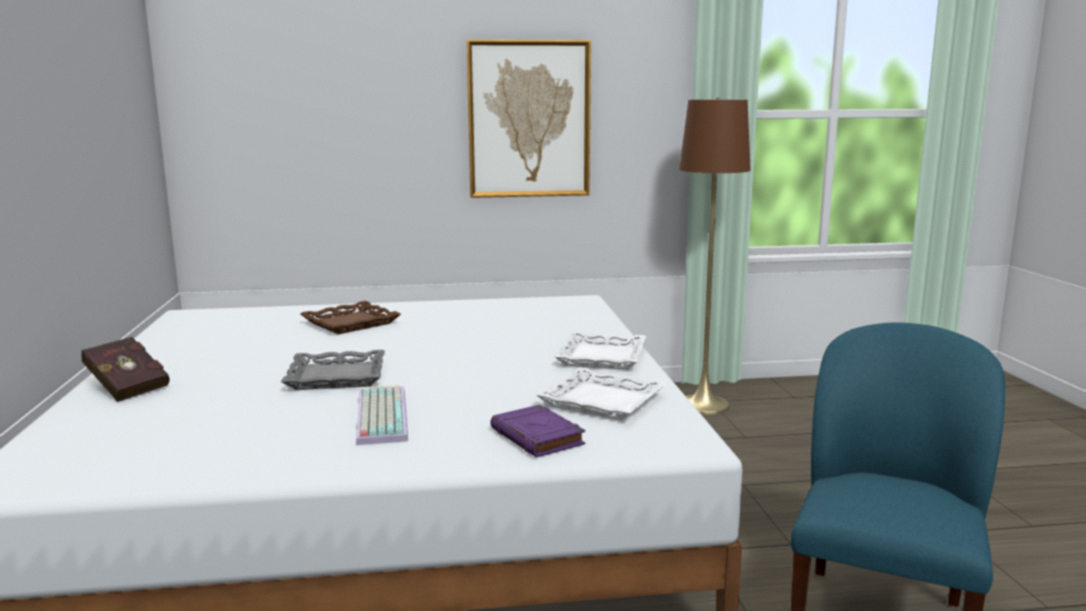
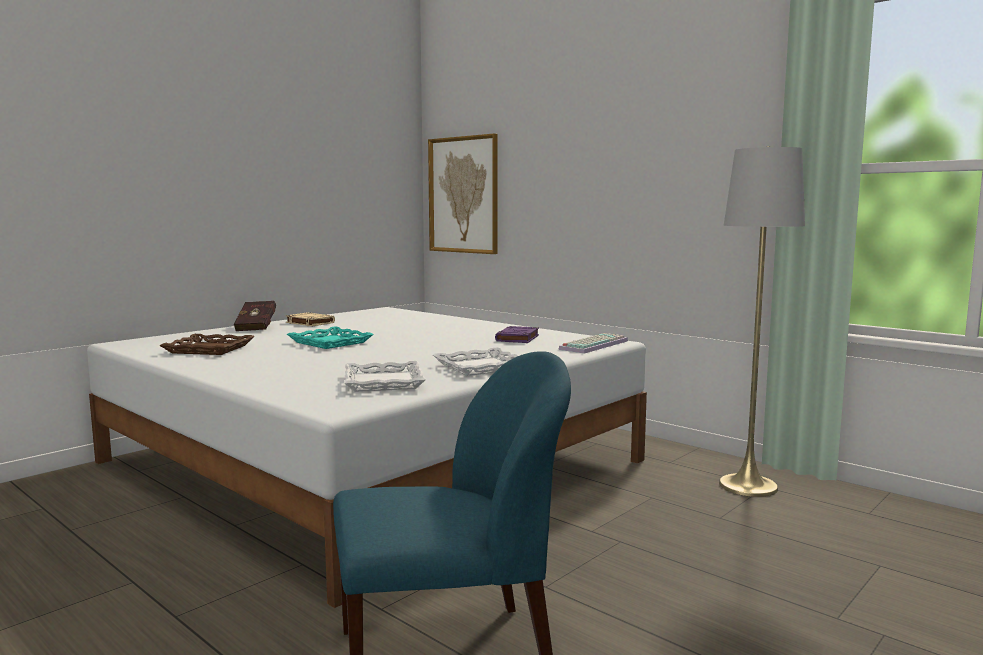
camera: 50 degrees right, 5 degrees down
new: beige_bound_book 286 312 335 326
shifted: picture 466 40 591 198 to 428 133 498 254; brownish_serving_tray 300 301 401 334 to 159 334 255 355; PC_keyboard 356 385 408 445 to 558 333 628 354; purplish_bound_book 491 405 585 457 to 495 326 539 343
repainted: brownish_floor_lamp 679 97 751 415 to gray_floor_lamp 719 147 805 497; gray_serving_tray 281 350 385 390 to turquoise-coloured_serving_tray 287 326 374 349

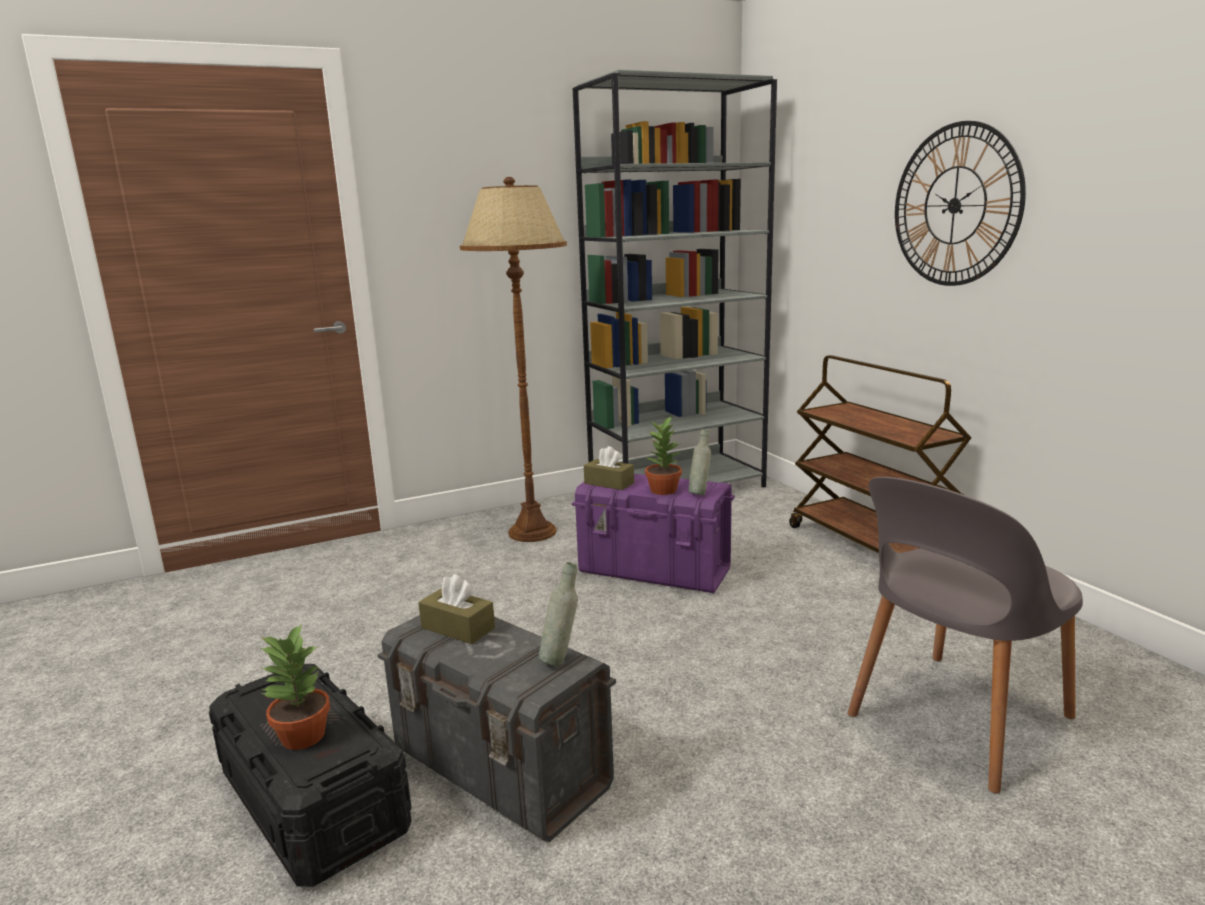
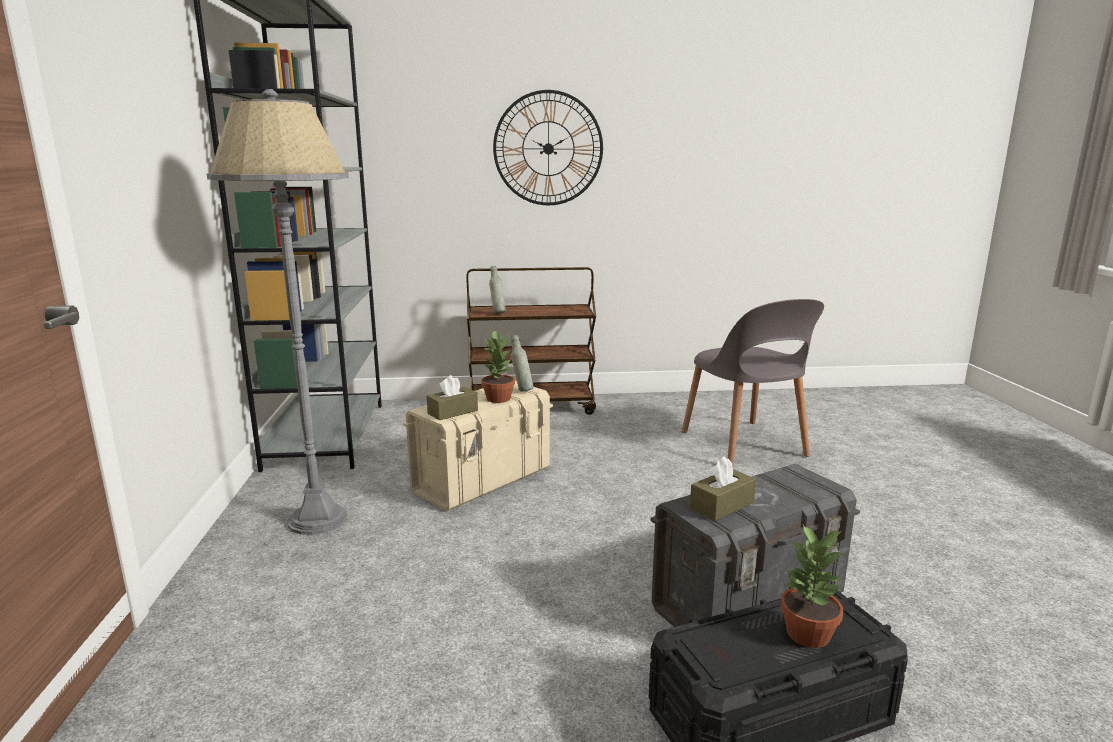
camera: 70 degrees left, 0 degrees up
shifted: gray_beverage_bottle 538 562 578 666 to 489 266 506 313
repainted: brownish_floor_lamp 460 177 567 542 to gray_floor_lamp 207 89 349 535; purplish_storage_container 572 474 735 593 to beige_storage_container 403 381 553 512

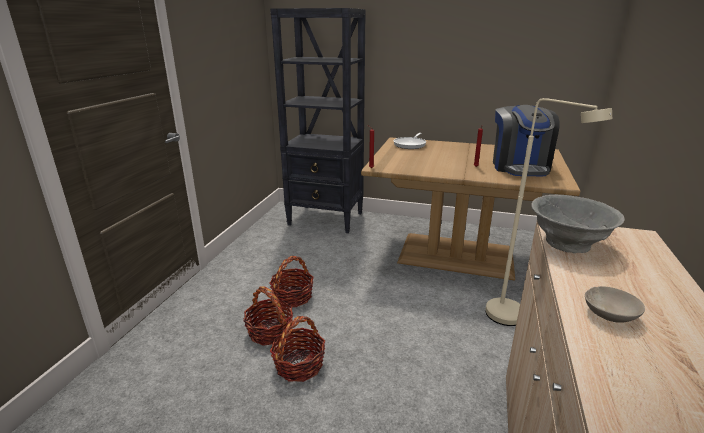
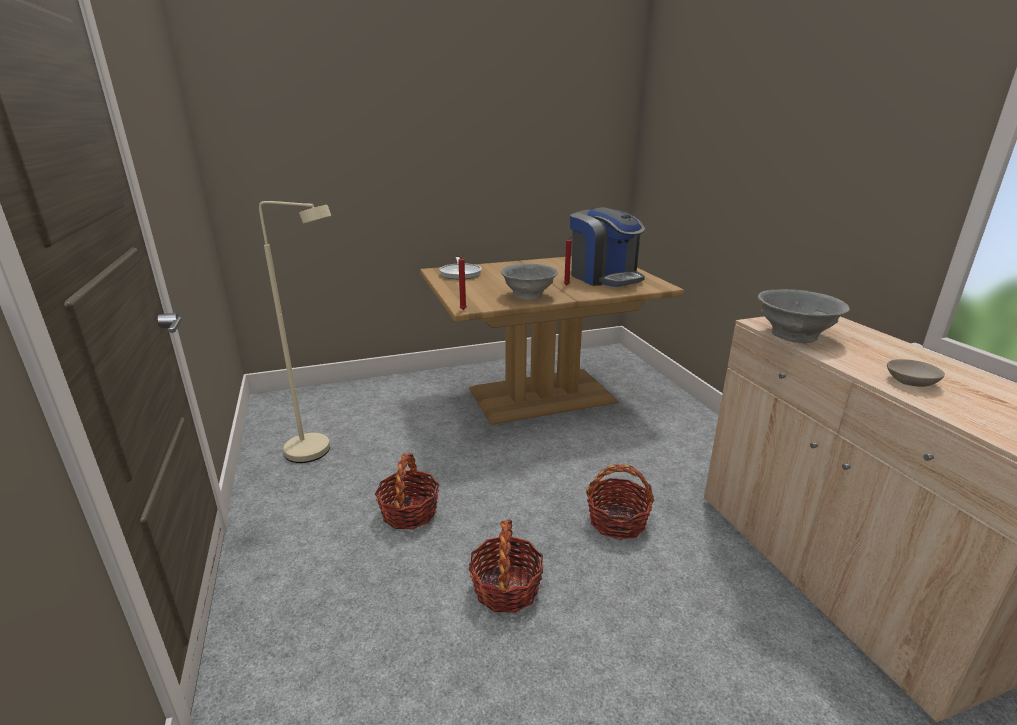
camera: 35 degrees left, 0 degrees up
gone: black_bookshelf 270 8 366 233
new: gray_serving_bowl 501 264 558 300
shifted: beige_floor_lamp 485 98 612 326 to 259 201 331 463; storage_basket 244 286 293 346 to 586 464 654 540

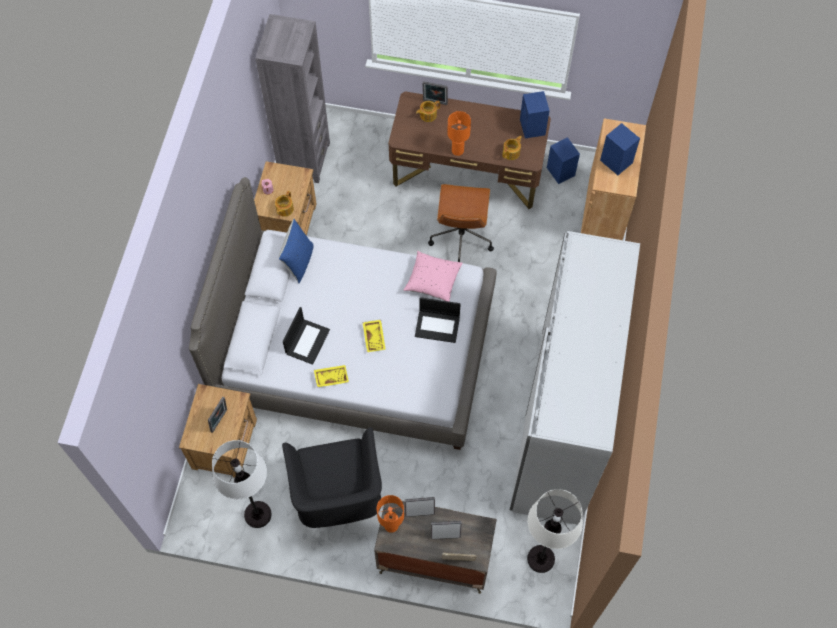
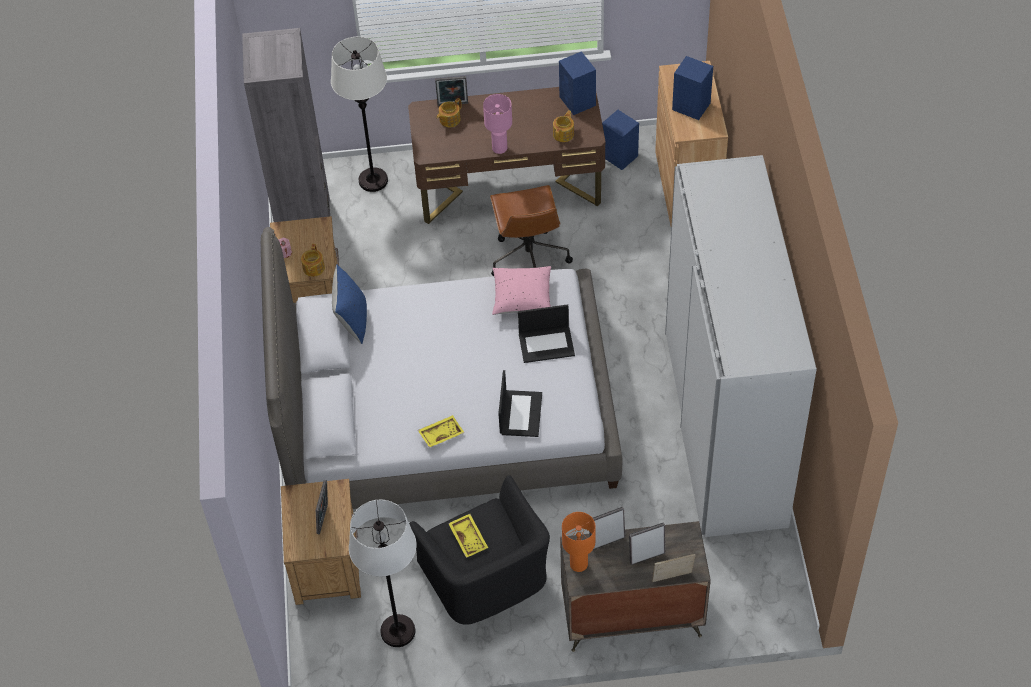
camera: 15 degrees left, 10 degrees down
shifted: notebook_computer 283 307 330 365 to 498 370 542 437; yellow-coloured_serving_tray 363 320 386 352 to 448 514 488 558; whitish_floor_lamp 527 489 583 573 to 331 37 388 192
repainted: orangey_lamp_for_a_table 447 111 471 156 to pinkish_lamp_for_a_table 483 94 512 154

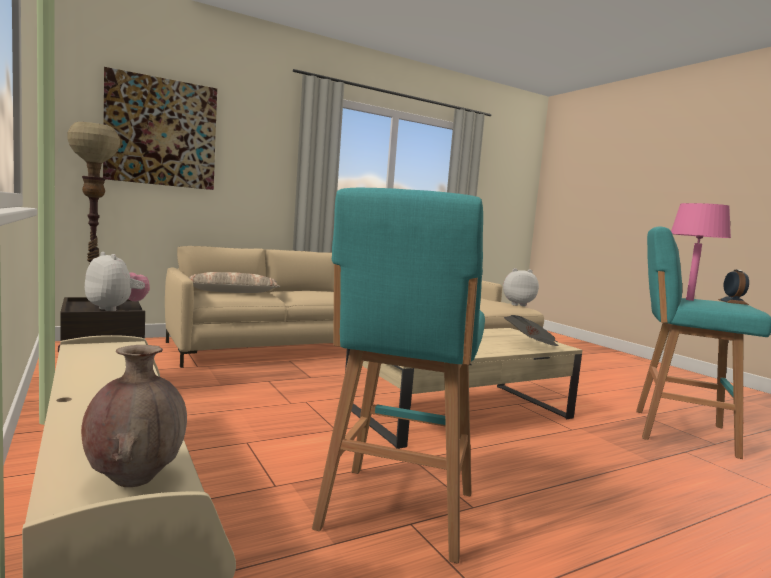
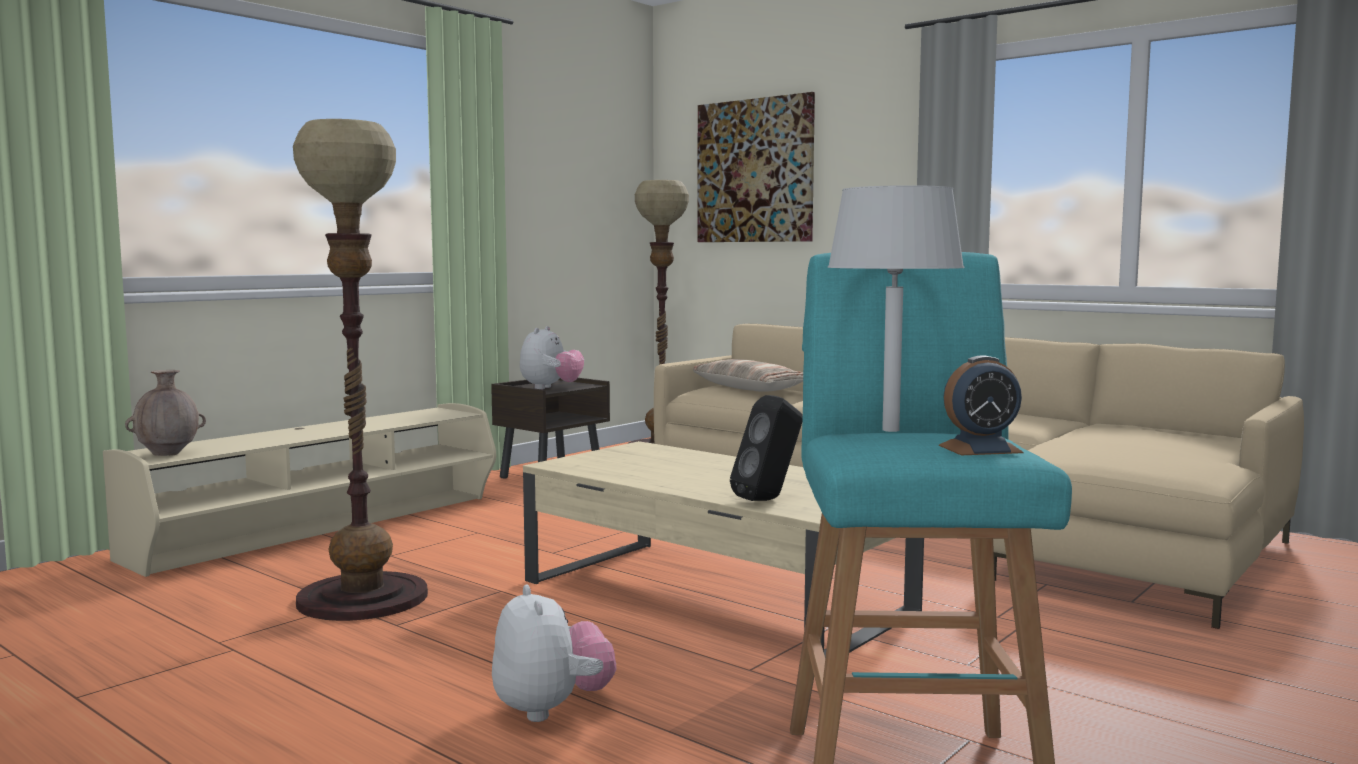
camera: 70 degrees right, 0 degrees up
shifted: plush_toy 503 268 539 306 to 492 585 617 722
swapped: turquoise-coloured_stool 312 188 485 564 to floor_lamp 293 119 428 621; printed_paper 504 315 559 346 to black_speaker 730 395 803 501
repainted: pinkish_lamp_for_a_table 671 203 731 301 to gray_lamp_for_a_table 828 185 964 432

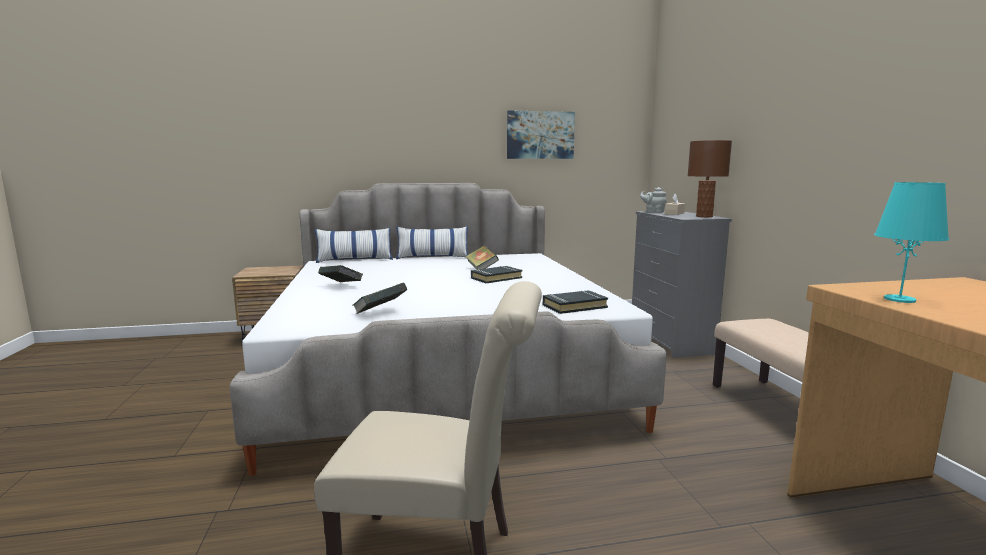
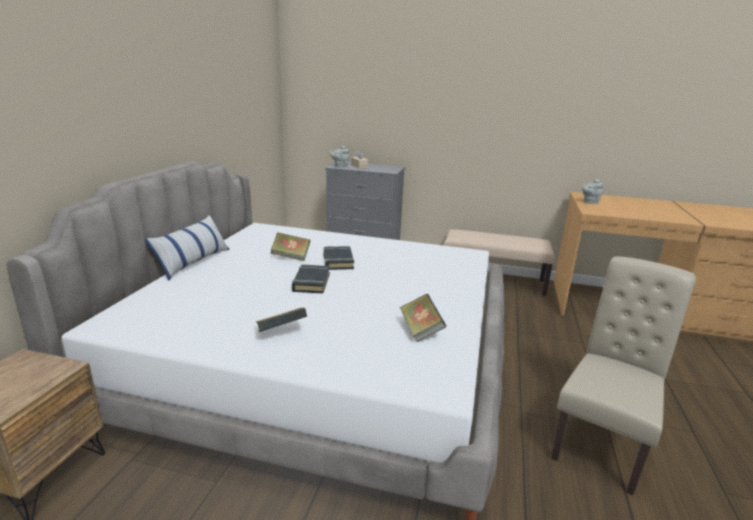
camera: 65 degrees left, 10 degrees up
gone: picture 507 110 575 159; brownish_lamp_for_a_table 688 140 732 217; turquoise-coloured_lamp_for_a_table 874 182 949 303; cushion 315 228 393 263
new: gray_pot_for_tea 582 179 604 204
shifted: black_bound_book 543 290 608 314 to 292 265 330 293

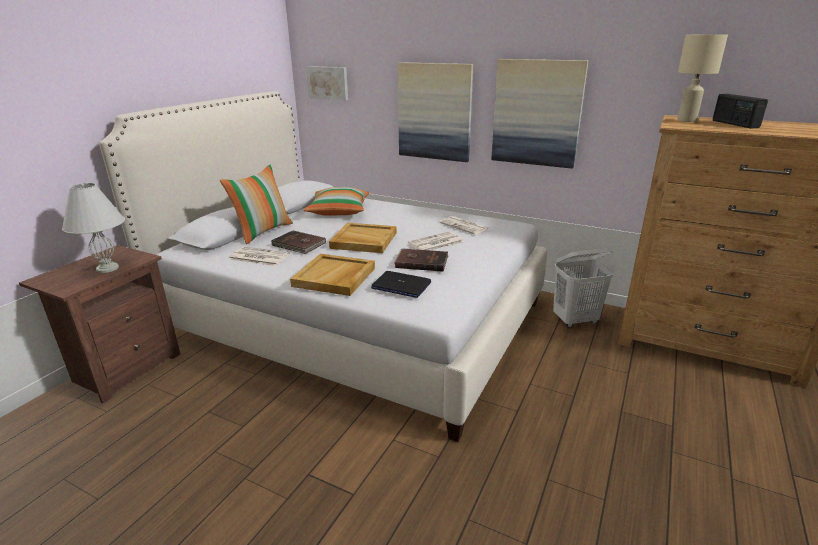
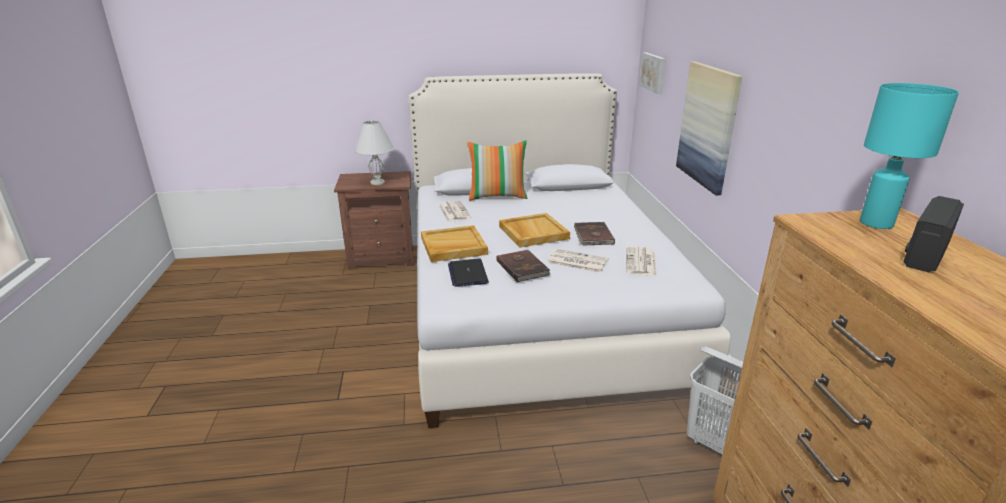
camera: 55 degrees right, 0 degrees up
gone: picture 491 59 588 169; cushion 304 187 369 216
shifted: brownish_bound_book 271 230 326 254 to 574 222 615 245
repainted: beige_lamp_for_a_table 677 34 728 122 to turquoise-coloured_lamp_for_a_table 860 83 959 229

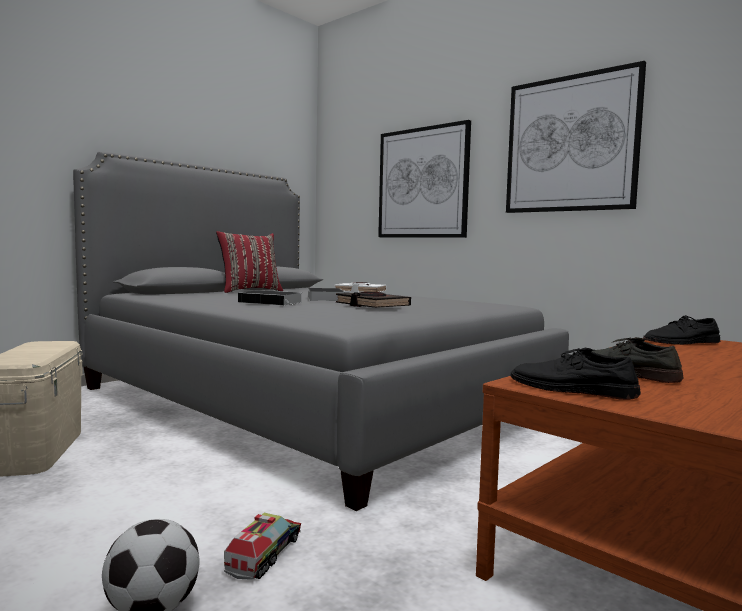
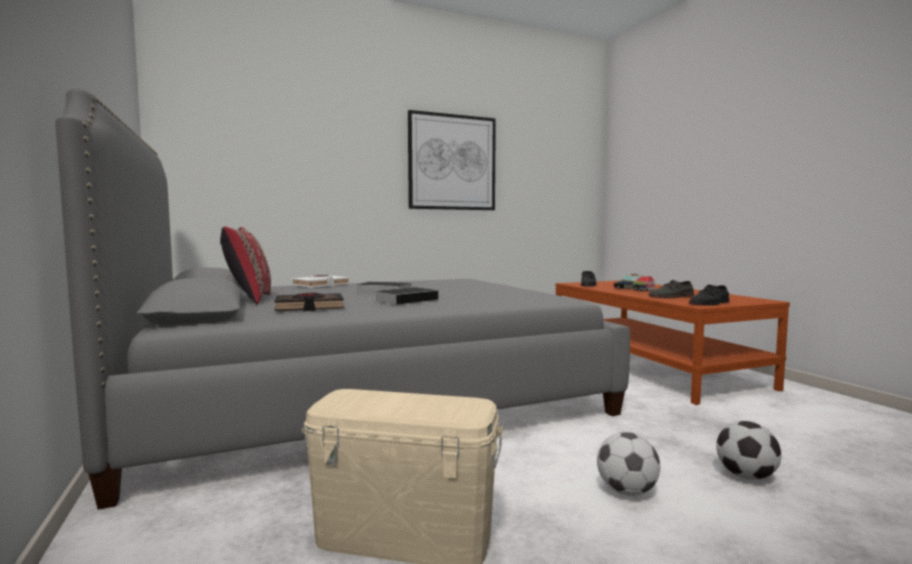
camera: 65 degrees left, 0 degrees up
gone: picture 378 120 471 238
new: ball_for_football 597 432 660 496
shifted: black_bound_book 336 292 411 308 to 274 293 344 311; model_truck 224 513 301 580 to 613 274 655 291

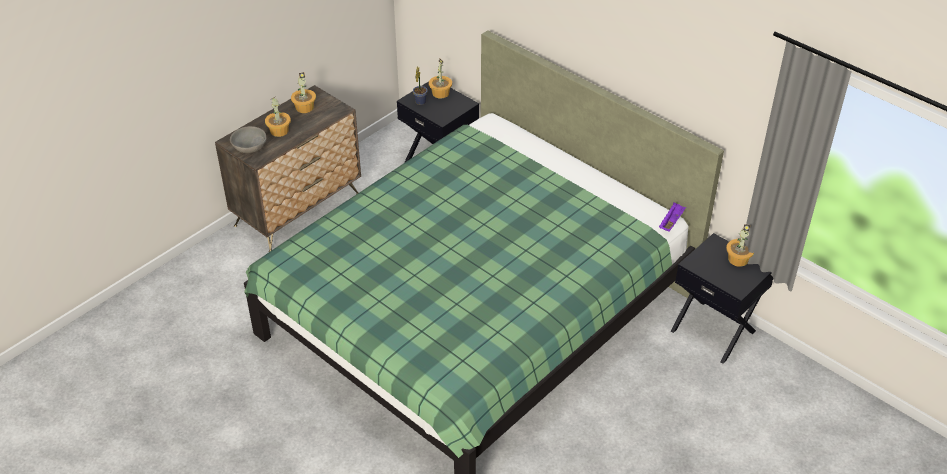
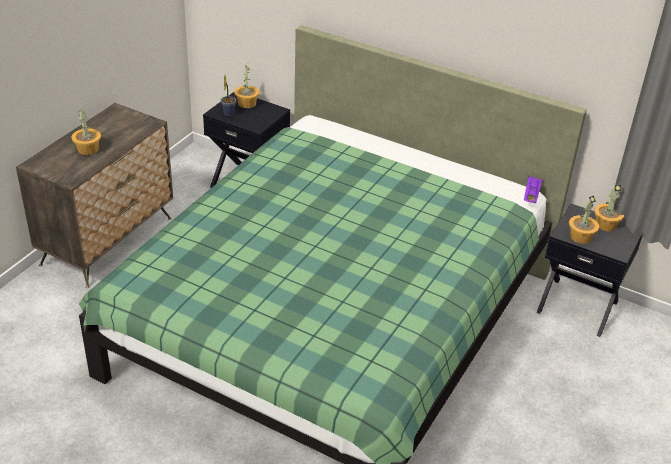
camera: 15 degrees left, 5 degrees down
gone: gray_serving_bowl 230 126 267 153
shifted: houseplant 291 72 316 113 to 569 195 599 244

